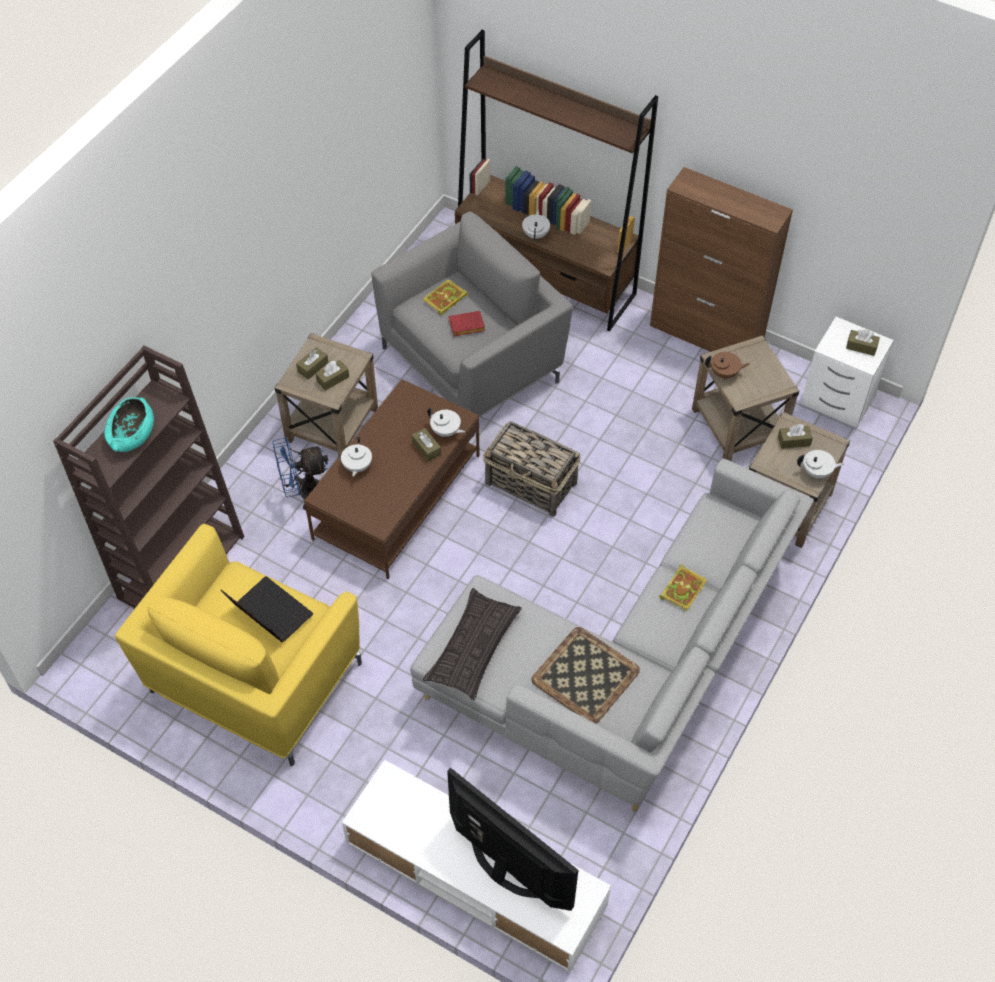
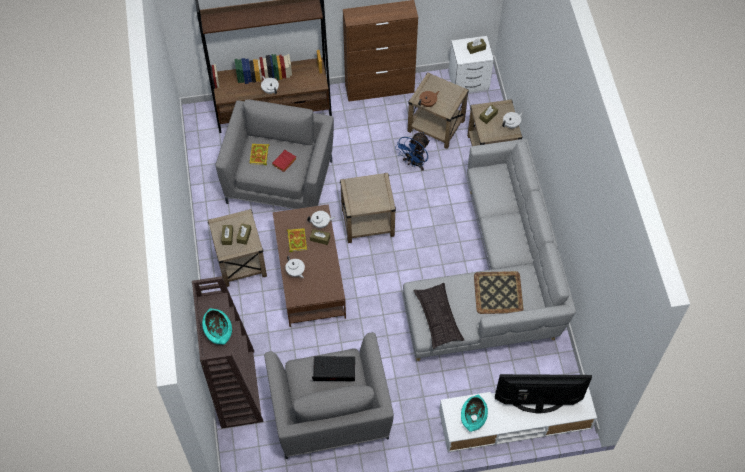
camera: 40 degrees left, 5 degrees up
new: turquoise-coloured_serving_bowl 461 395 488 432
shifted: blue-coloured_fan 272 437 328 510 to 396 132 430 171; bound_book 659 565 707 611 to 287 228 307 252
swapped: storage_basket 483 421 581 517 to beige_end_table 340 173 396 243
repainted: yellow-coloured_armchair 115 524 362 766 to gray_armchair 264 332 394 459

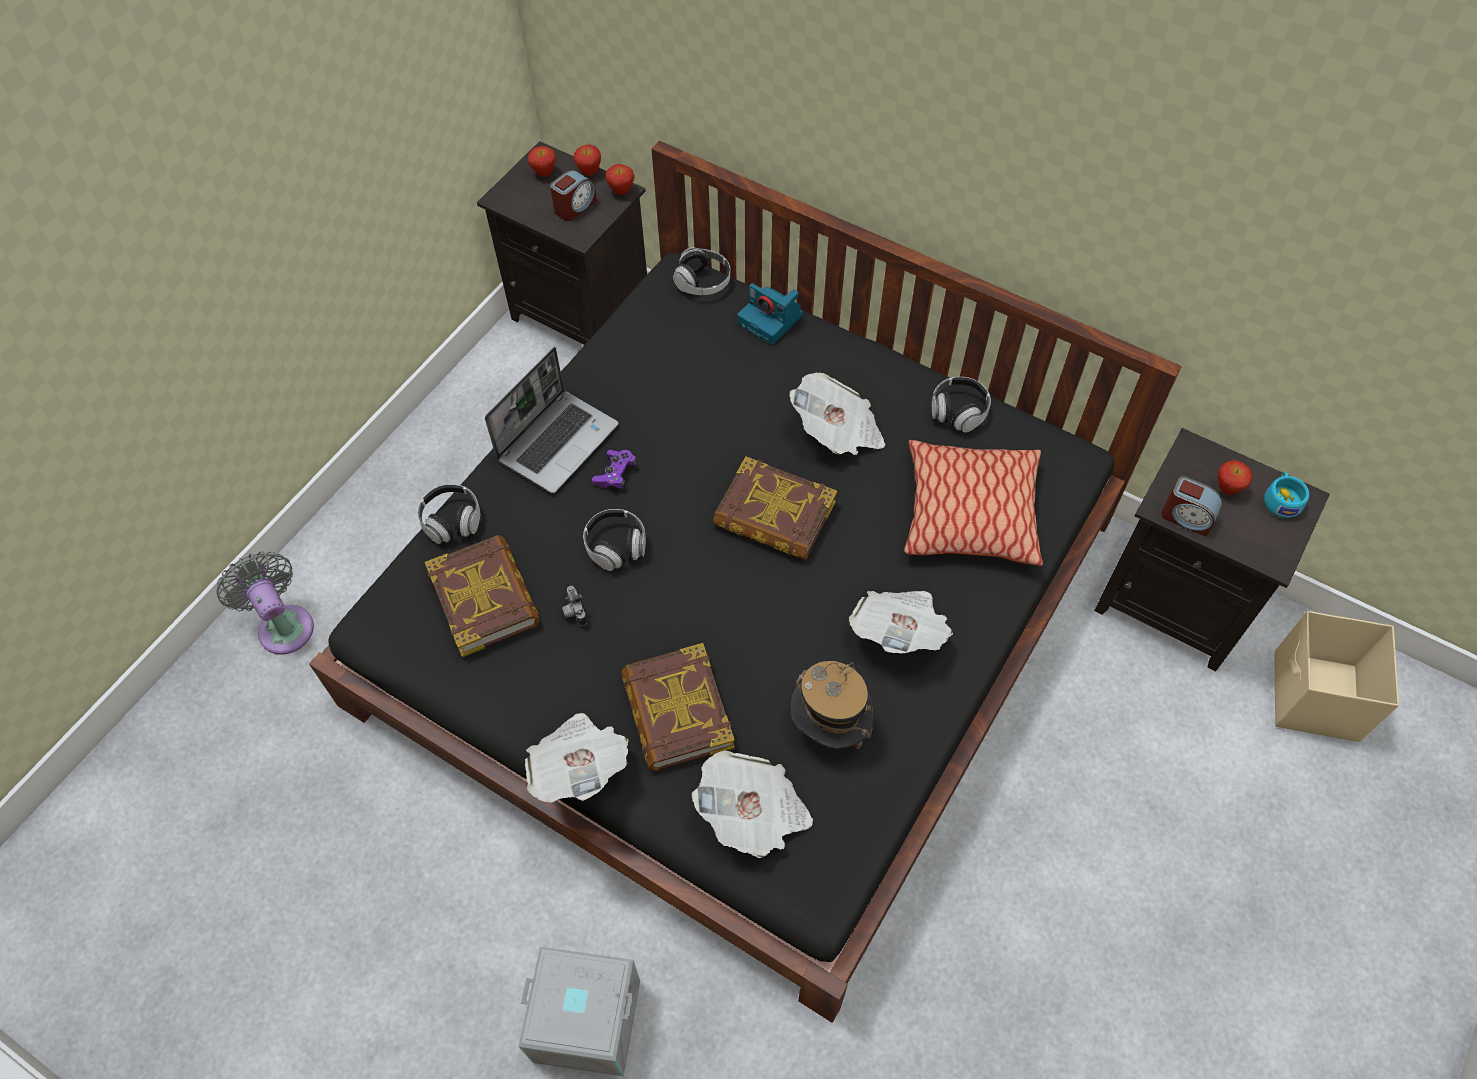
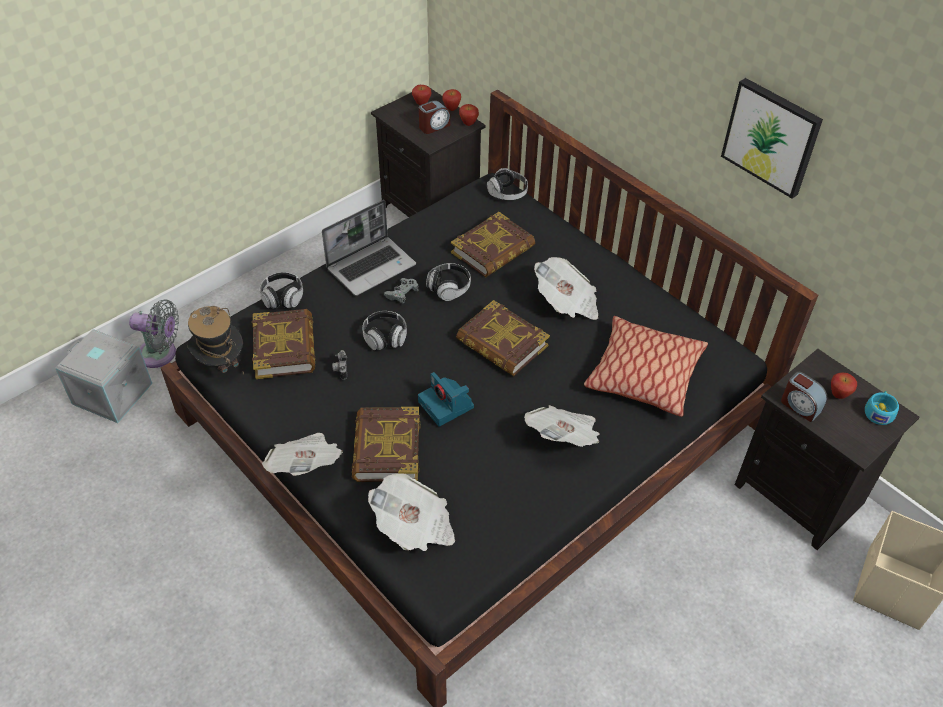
camera: 15 degrees right, 10 degrees down
new: picture 721 78 823 199; bound_book 451 212 535 278
shifted: photo_camera 737 283 803 345 to 418 372 474 427; headset 932 377 991 433 to 426 263 471 301; wearable_hat 790 661 874 749 to 187 306 244 375; gray_storage_container 518 947 640 1077 to 55 329 152 423
repainted: purplish_gamepad 592 450 637 489 to gray_gamepad 384 278 419 304
rotated: gray_fan 216 551 314 655 = 129 299 179 368 120 degrees clockwise

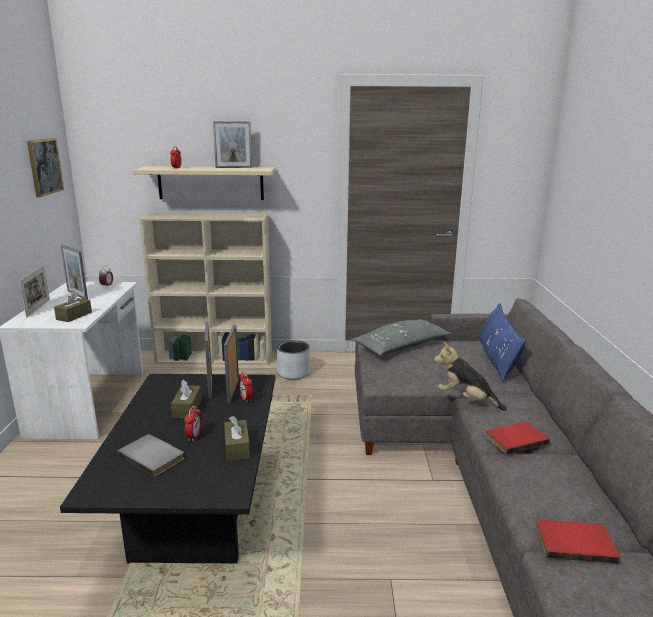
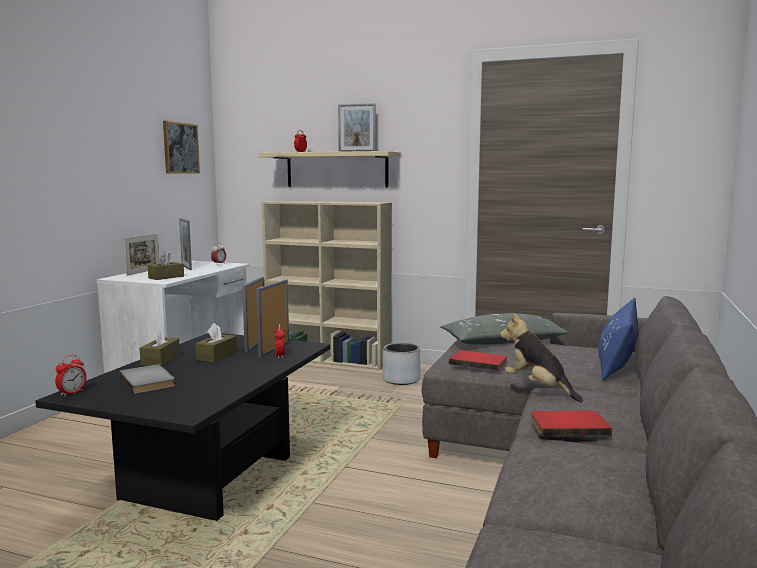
camera: 20 degrees right, 10 degrees down
shifted: alarm_clock 184 405 202 441 to 55 355 86 397; brownish_tissue_box 224 416 250 461 to 140 326 180 366; reddish_bound_book 536 519 621 564 to 449 350 507 371

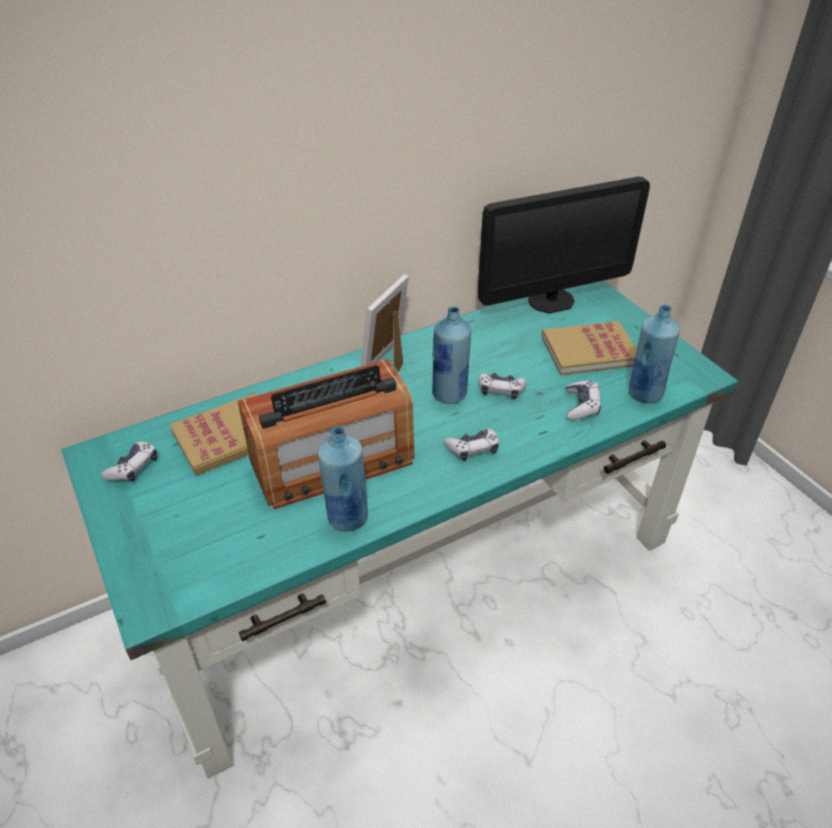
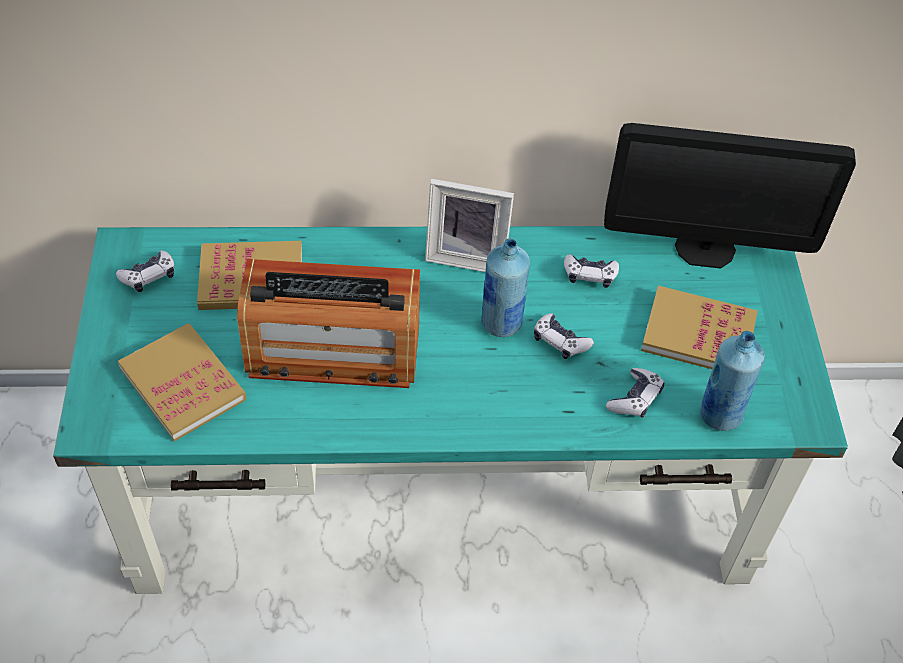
camera: 25 degrees right, 10 degrees up
gone: blue-coloured_beverage_bottle 318 426 368 532
new: bound_book 118 323 247 441
shifted: gamepad 444 428 499 461 to 564 254 619 288
rotated: standing_frame 361 274 409 372 = 425 179 514 272 135 degrees counterclockwise

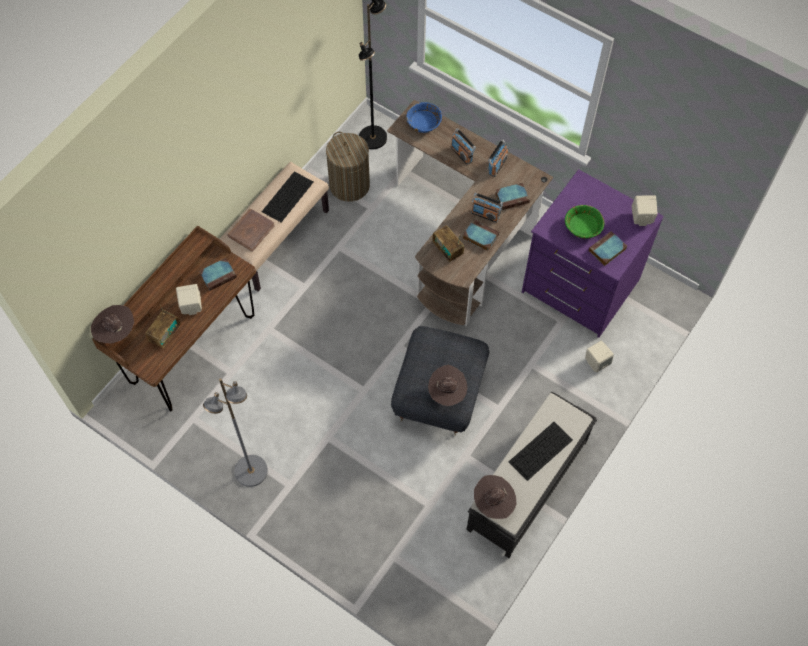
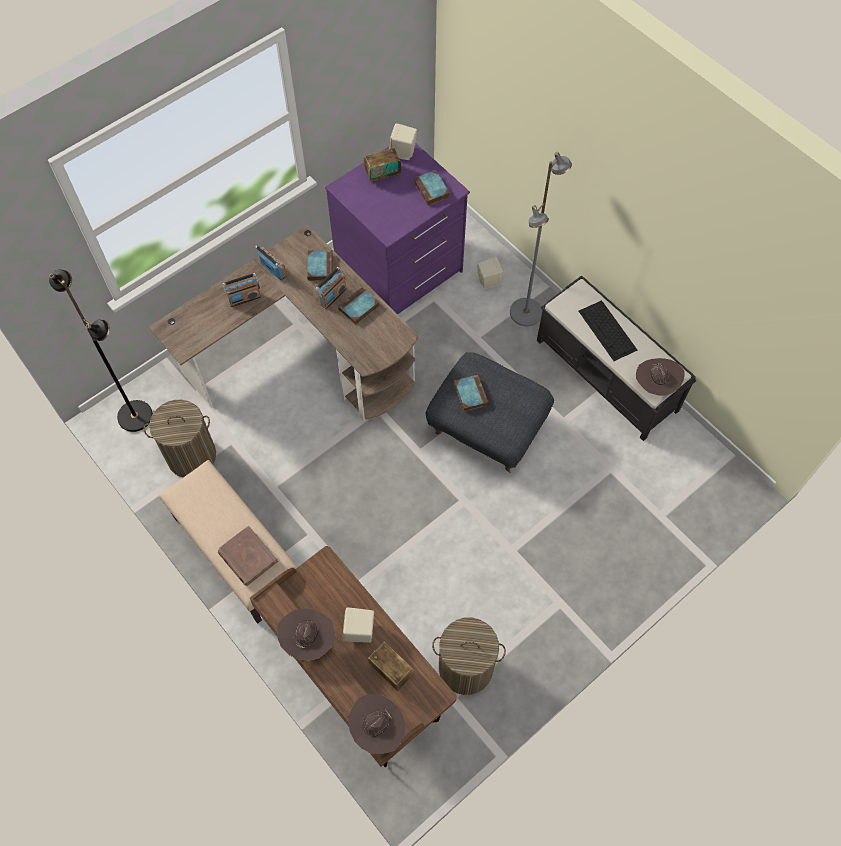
camera: 75 degrees left, 0 degrees up
gone: blue-coloured_serving_bowl 406 102 442 133; PC_keyboard 262 172 313 222; green-coloured_serving_bowl 565 205 604 239
new: laundry_basket 432 617 506 695
shifted: radio_set 432 225 464 262 to 364 137 401 183; bound_book 199 258 237 291 to 454 375 489 412; brownish_wearable_hat 428 365 468 406 to 277 609 335 661; gray_floor_lamp 203 378 268 487 to 510 152 572 326

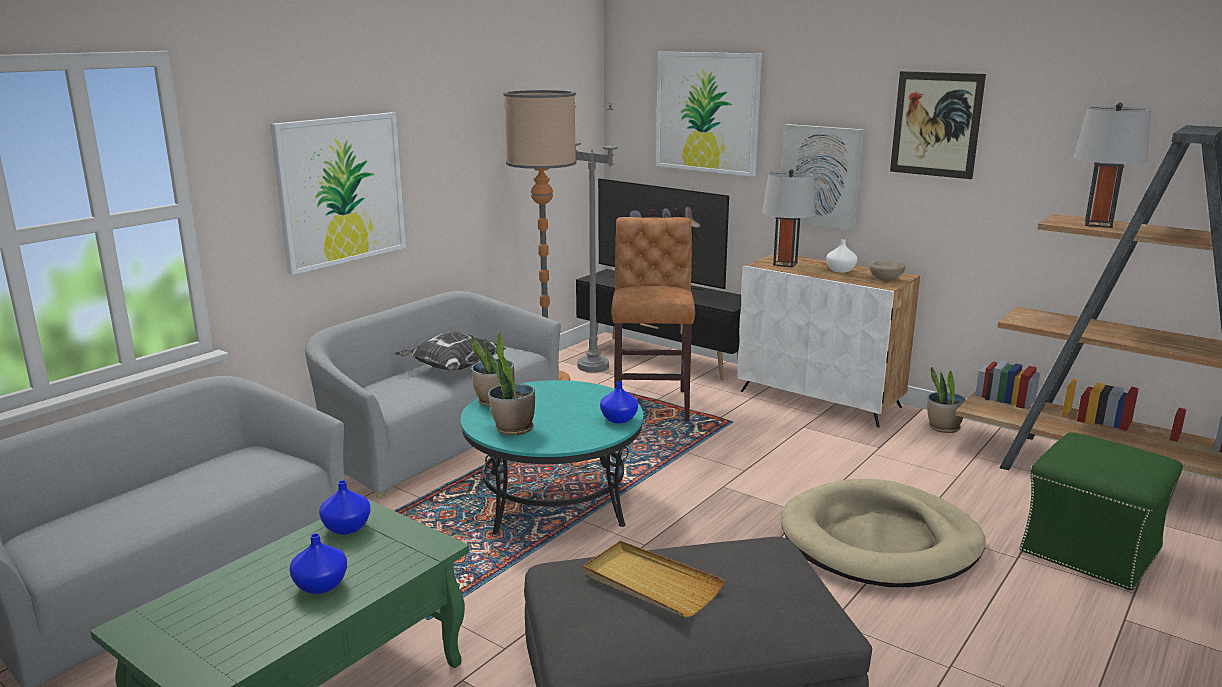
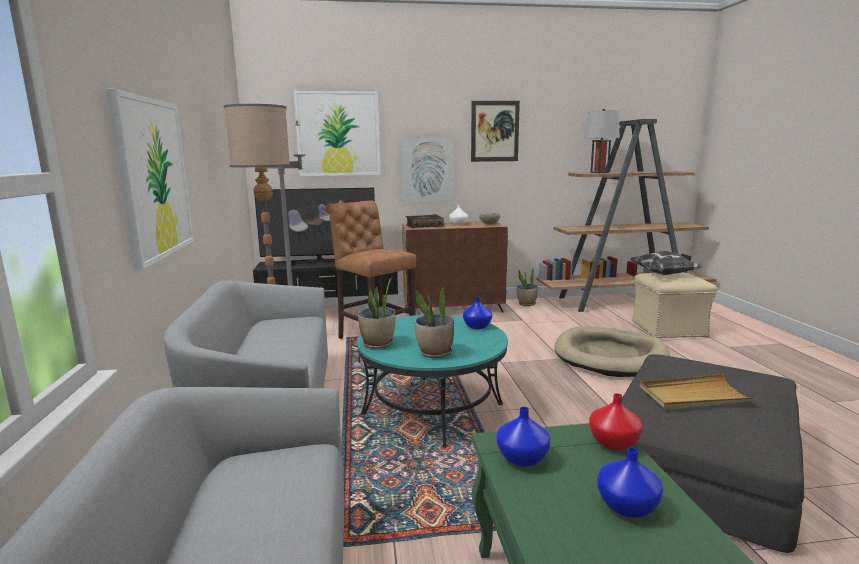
camera: 45 degrees left, 5 degrees down
new: reddish_flower_vase 589 393 643 450
shifted: cushion 395 332 506 371 to 630 251 702 275
swapped: gray_lamp_for_a_table 762 169 815 268 to bound_book 406 214 444 228
repainted: whitish_cabinet 738 253 920 428 to brownish_cabinet 402 221 508 316; green-coloured_pouffe 1020 432 1183 591 to beige_pouffe 632 272 717 338

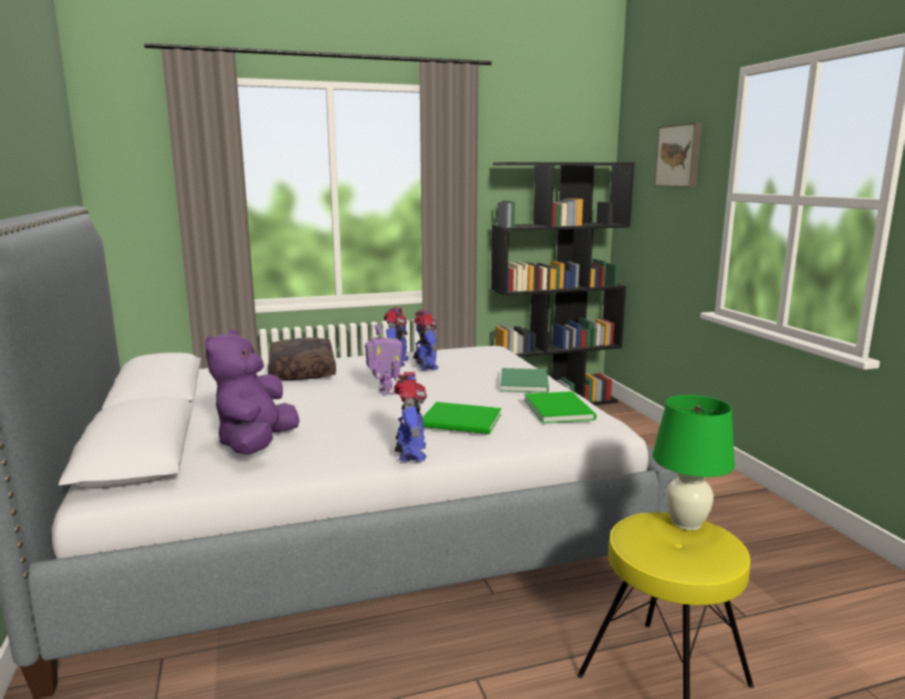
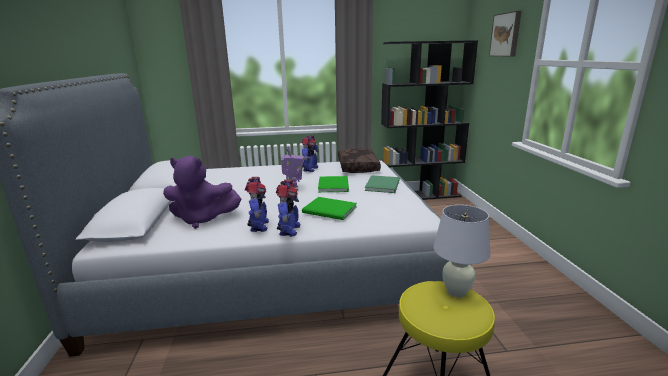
camera: 10 degrees right, 5 degrees up
shifted: robot_figure 413 310 438 370 to 245 177 269 232; brownish_cushion 268 338 336 380 to 338 148 381 173; green-coloured_bound_book 524 391 596 423 to 318 176 349 192
repainted: green-coloured_lamp_for_a_table 653 395 735 530 to whitish_lamp_for_a_table 434 205 490 297
rotated: purplish_plush_toy 205 330 300 454 = 163 156 241 229 105 degrees counterclockwise

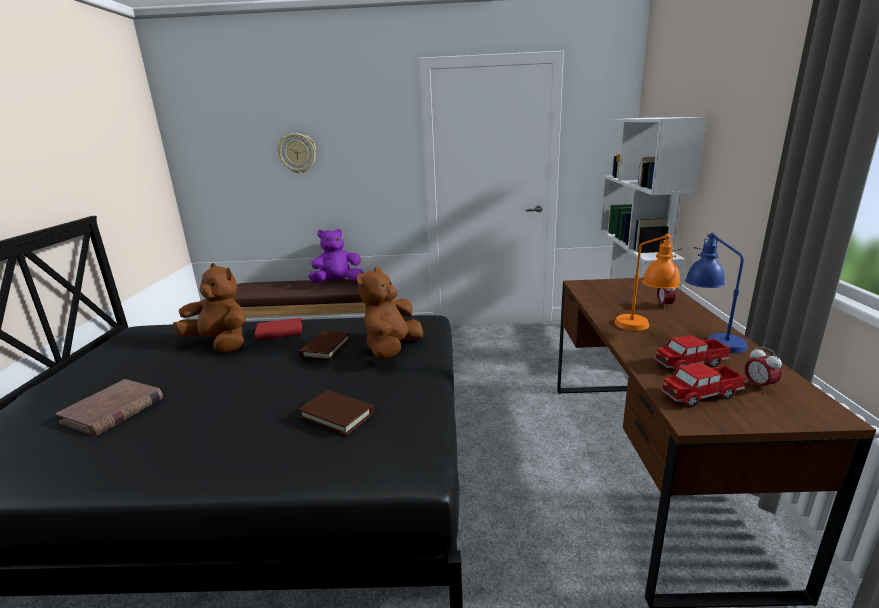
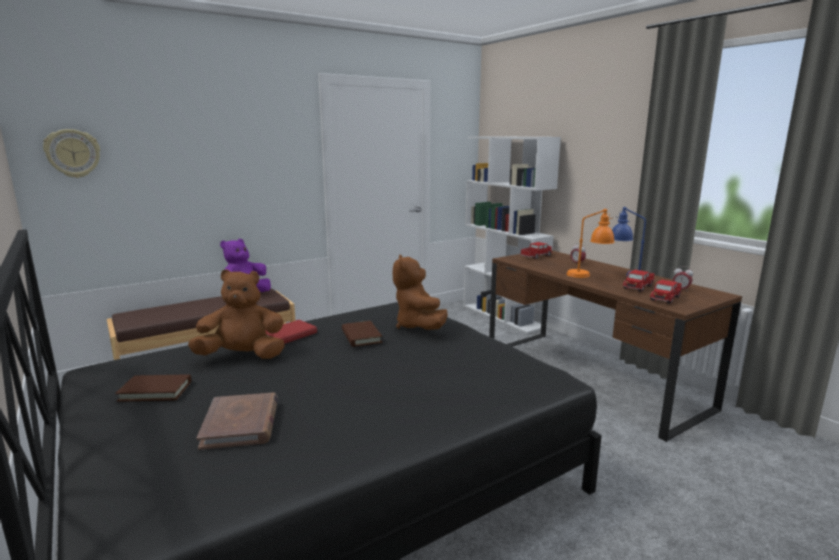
camera: 35 degrees left, 5 degrees down
new: model_truck 520 242 552 259
shifted: clock_on_the_wall 278 133 316 174 to 43 129 100 178; brownish_bound_book 298 390 374 436 to 115 374 191 402

